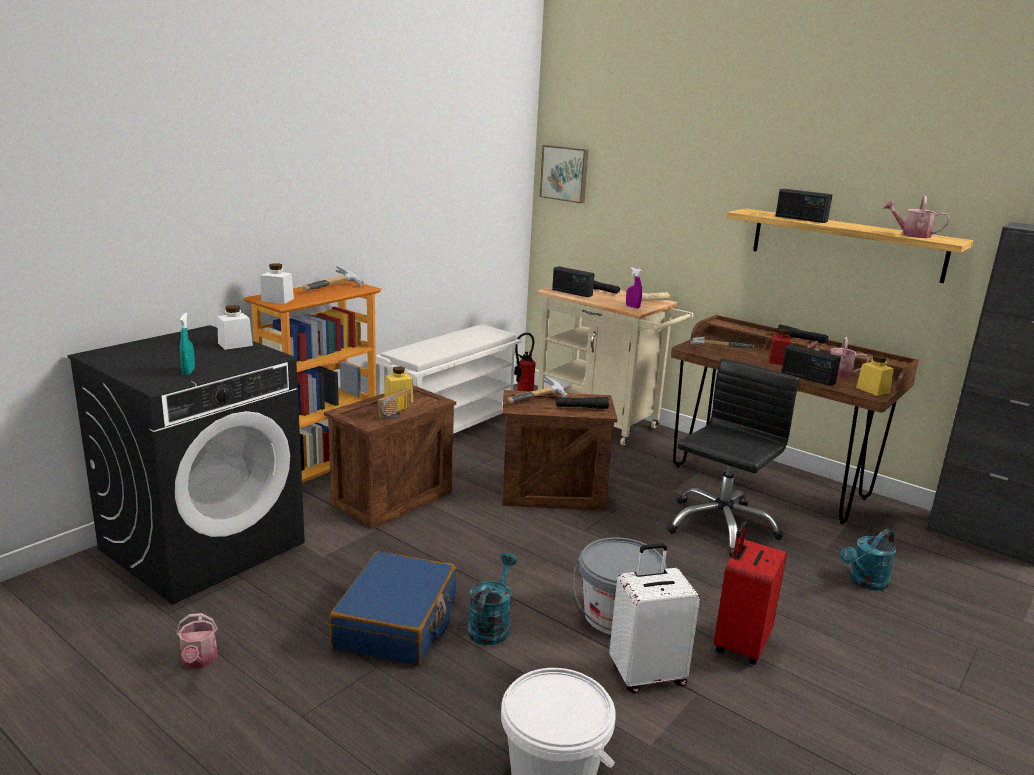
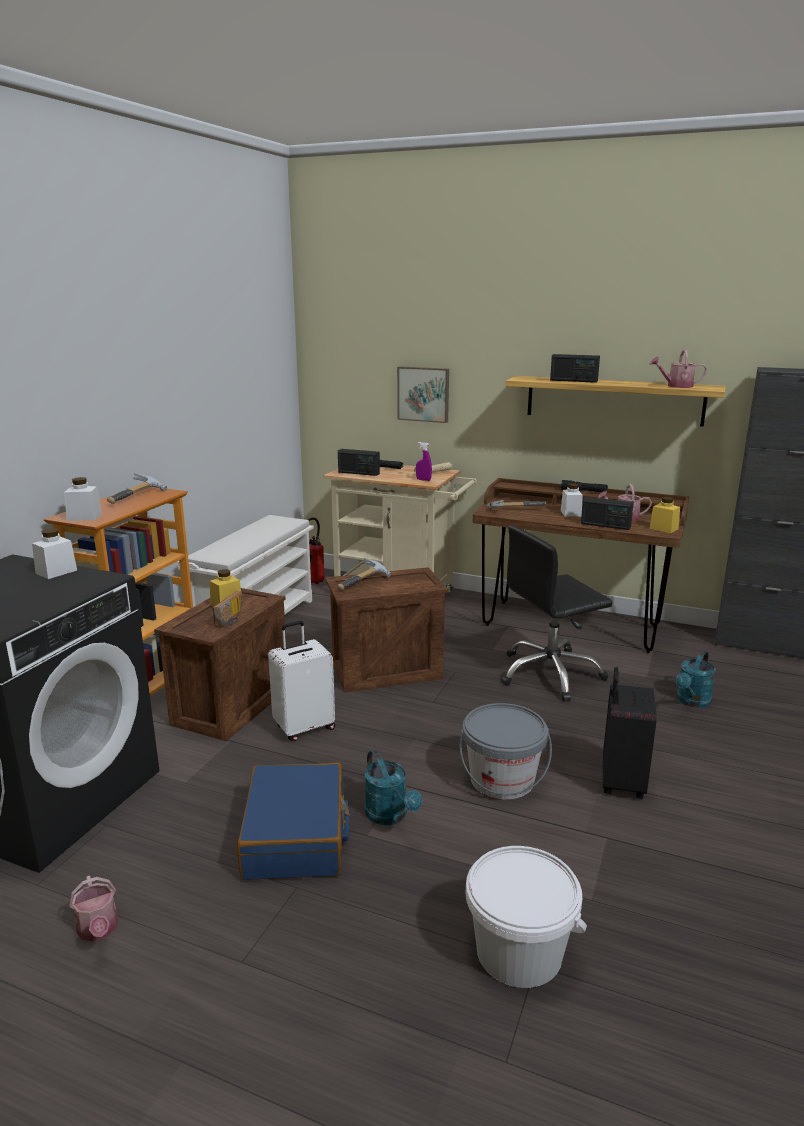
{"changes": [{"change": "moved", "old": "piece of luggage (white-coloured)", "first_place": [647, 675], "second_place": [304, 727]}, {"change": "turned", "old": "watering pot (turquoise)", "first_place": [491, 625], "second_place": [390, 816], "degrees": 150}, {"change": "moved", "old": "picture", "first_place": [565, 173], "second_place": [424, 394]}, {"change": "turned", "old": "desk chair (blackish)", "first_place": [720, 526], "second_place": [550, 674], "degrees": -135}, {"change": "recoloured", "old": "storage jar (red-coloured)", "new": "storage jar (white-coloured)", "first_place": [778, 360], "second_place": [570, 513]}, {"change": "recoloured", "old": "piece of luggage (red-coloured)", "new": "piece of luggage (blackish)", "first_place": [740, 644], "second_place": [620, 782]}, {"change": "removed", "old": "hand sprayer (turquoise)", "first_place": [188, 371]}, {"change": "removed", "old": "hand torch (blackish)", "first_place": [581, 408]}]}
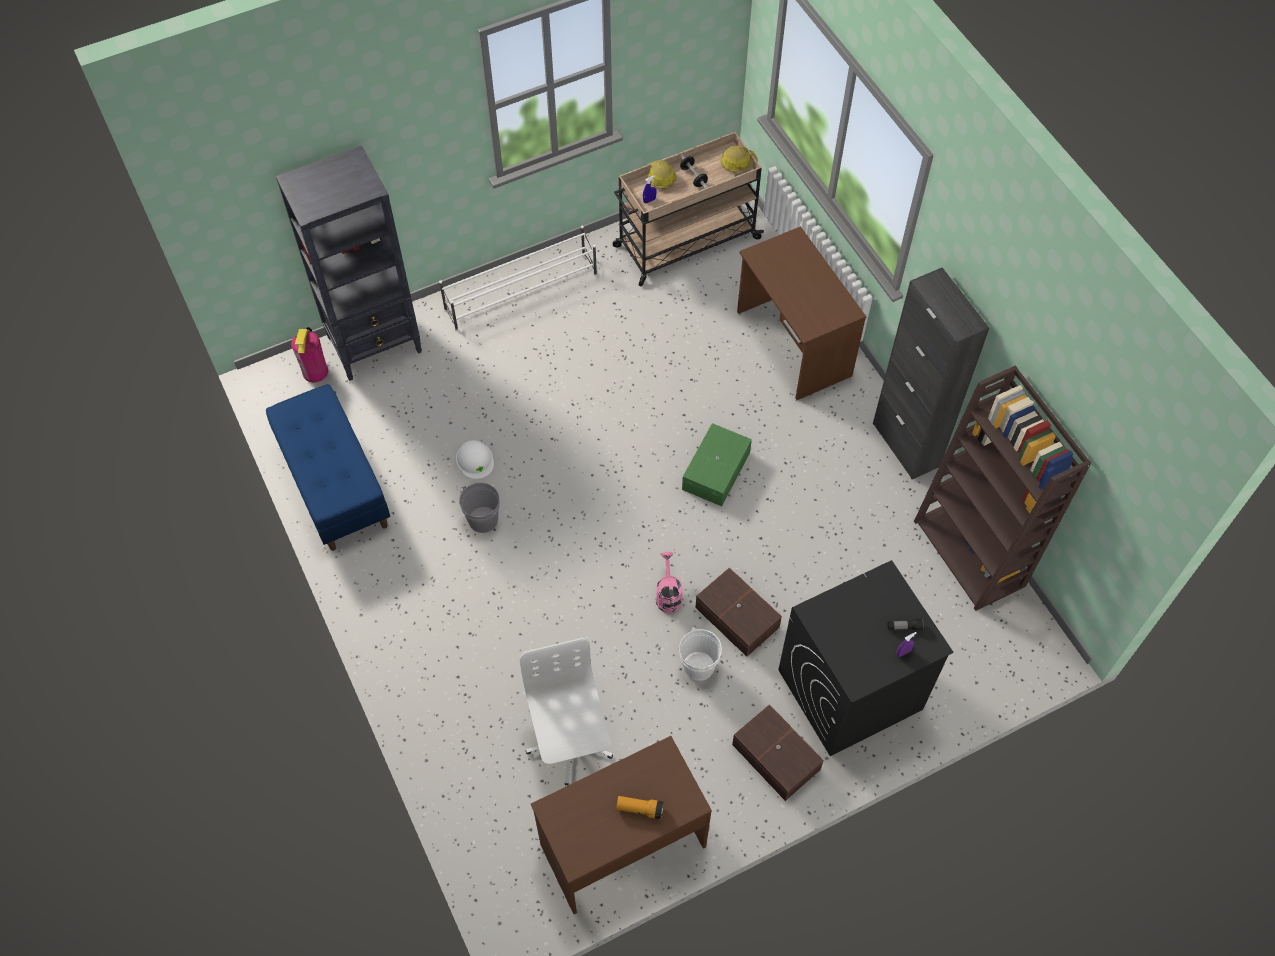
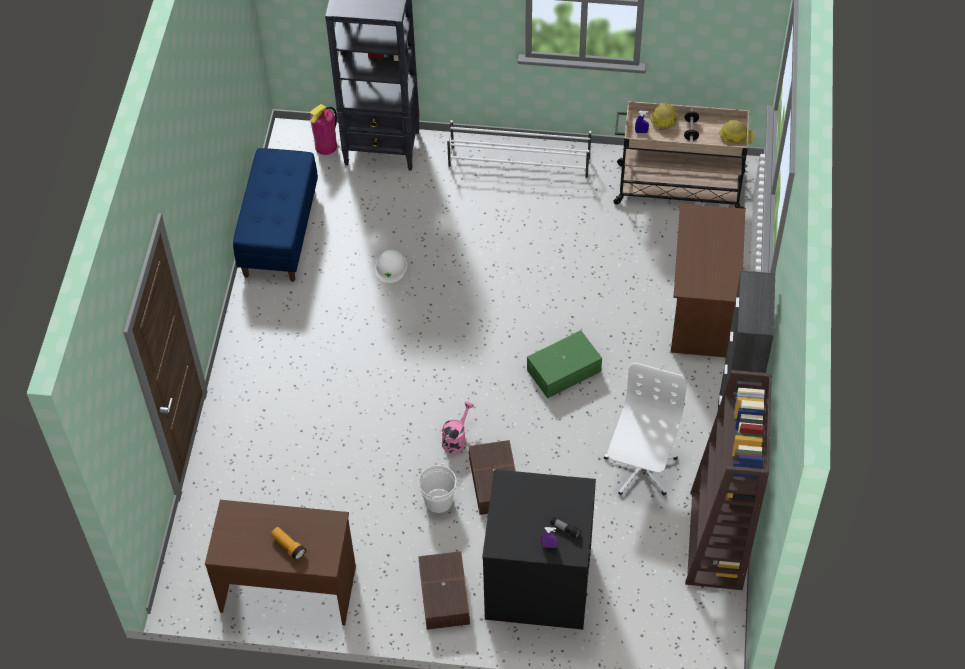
{"changes": [{"change": "moved", "old": "desk chair (white-coloured)", "first_place": [569, 742], "second_place": [640, 468]}, {"change": "removed", "old": "bucket (grey)", "first_place": [483, 519]}]}
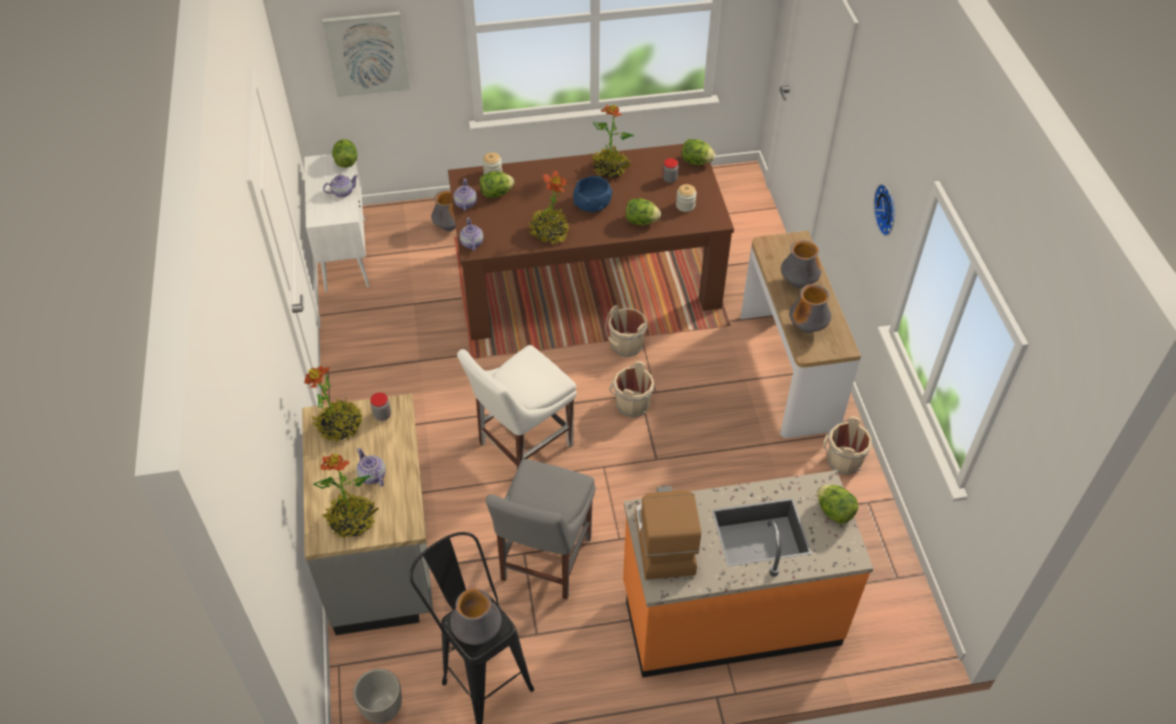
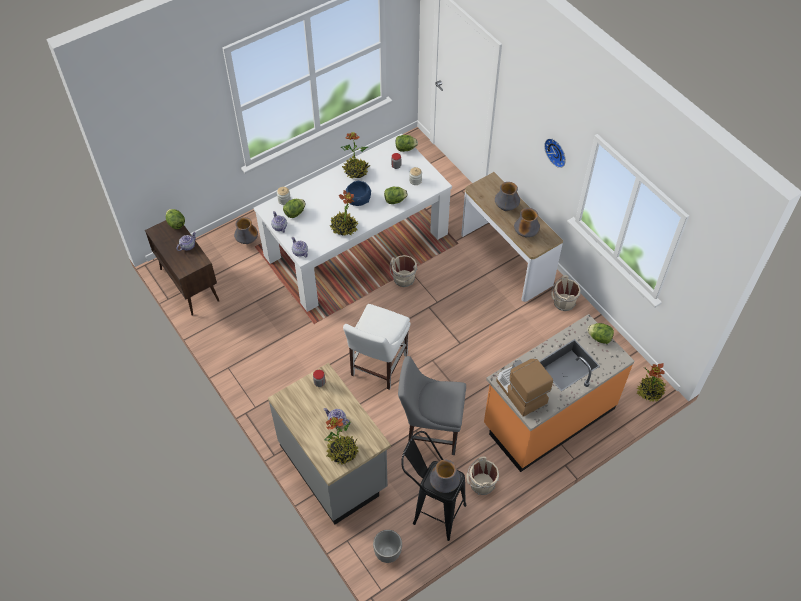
{"changes": [{"change": "recoloured", "old": "storage cabinet (white-coloured)", "new": "storage cabinet (brownish)", "first_place": [345, 254], "second_place": [189, 284]}, {"change": "recoloured", "old": "dinner table (brownish)", "new": "dinner table (white-coloured)", "first_place": [587, 280], "second_place": [356, 245]}, {"change": "turned", "old": "plain chair (grey)", "first_place": [543, 563], "second_place": [430, 431], "degrees": 105}, {"change": "moved", "old": "bucket (beige)", "first_place": [630, 404], "second_place": [481, 484]}, {"change": "moved", "old": "houseplant", "first_place": [340, 426], "second_place": [650, 391]}, {"change": "removed", "old": "picture", "first_place": [367, 53]}]}
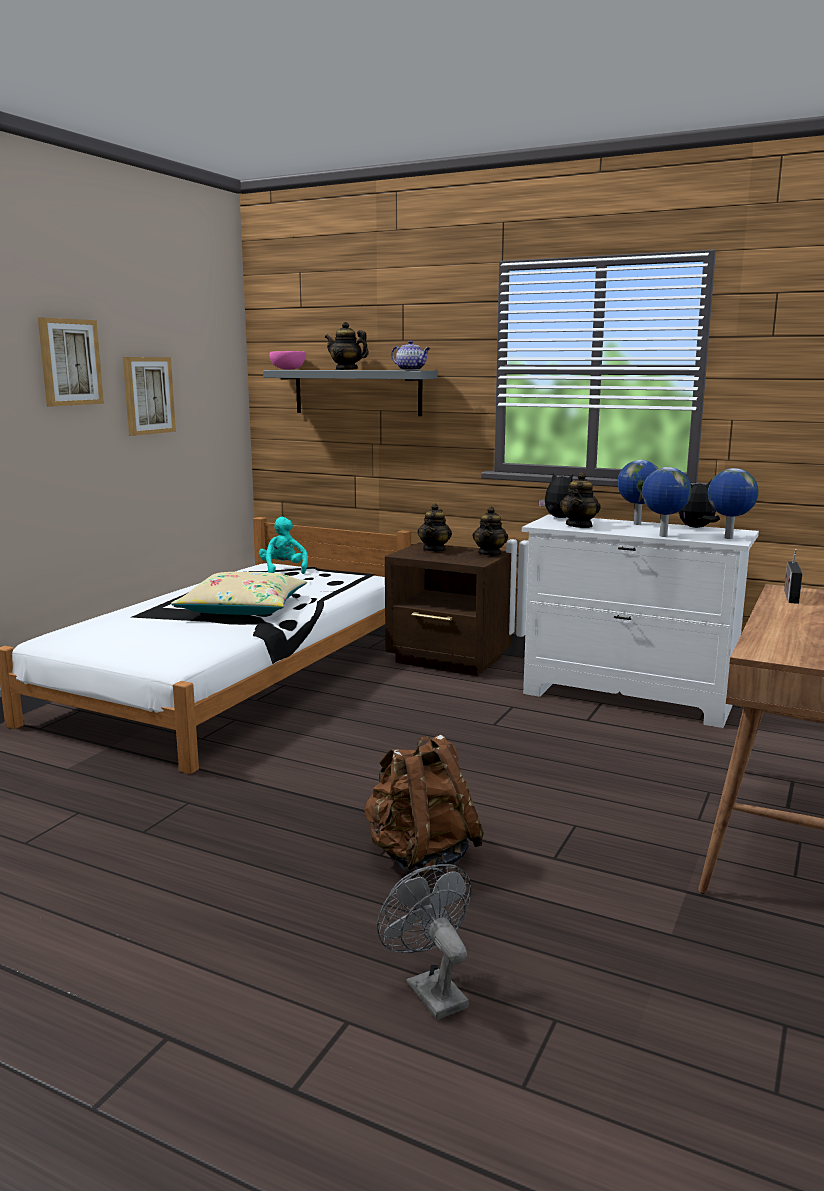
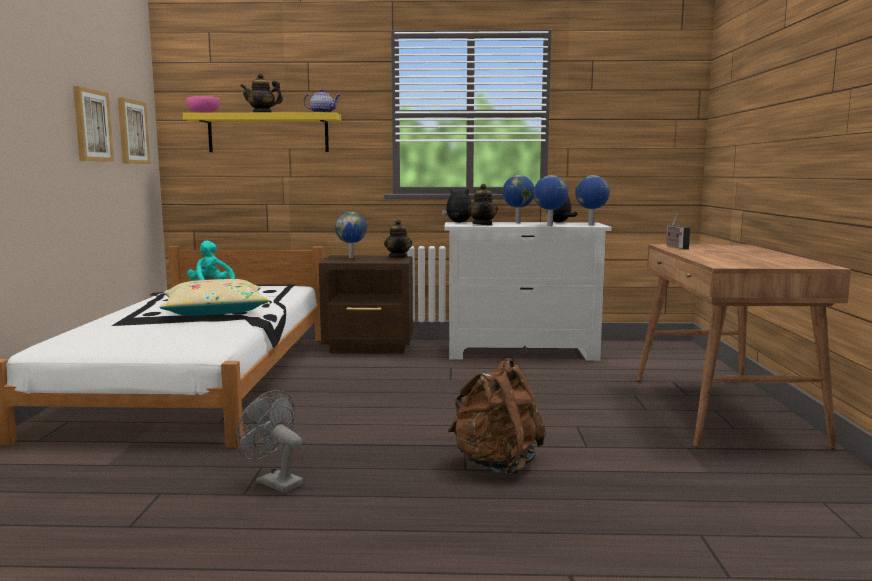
{"changes": [{"change": "moved", "old": "picture", "first_place": [69, 362], "second_place": [132, 132]}, {"change": "recoloured", "old": "bracket shelf (grey)", "new": "bracket shelf (yellow-coloured)", "first_place": [357, 392], "second_place": [268, 133]}, {"change": "moved", "old": "cooling fan (grey)", "first_place": [430, 989], "second_place": [273, 482]}, {"change": "replaced", "old": "pot for tea", "new": "world globe", "first_place": [435, 550], "second_place": [352, 257]}]}
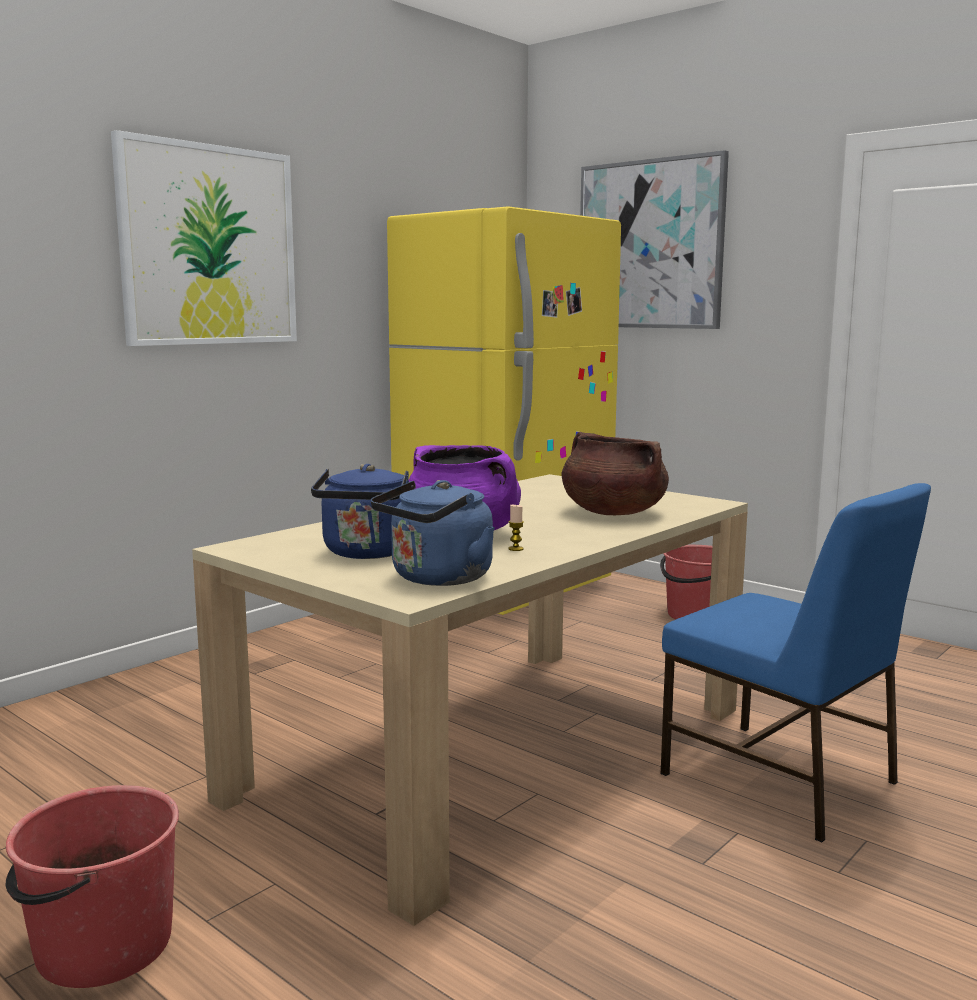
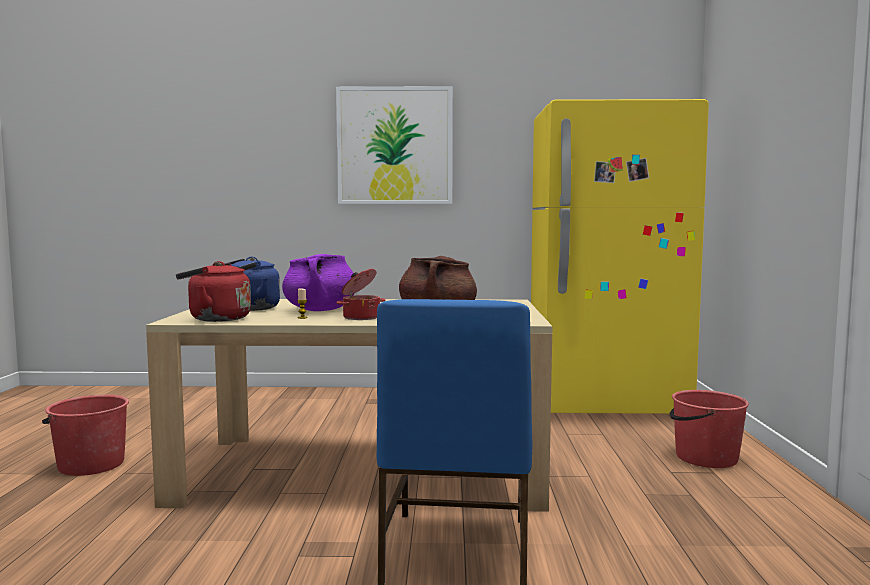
{"changes": [{"change": "recoloured", "old": "water kettle (bluish)", "new": "water kettle (red-coloured)", "first_place": [437, 579], "second_place": [215, 319]}, {"change": "added", "new": "cooking pot", "second_place": [361, 317]}, {"change": "removed", "old": "picture", "first_place": [650, 245]}]}
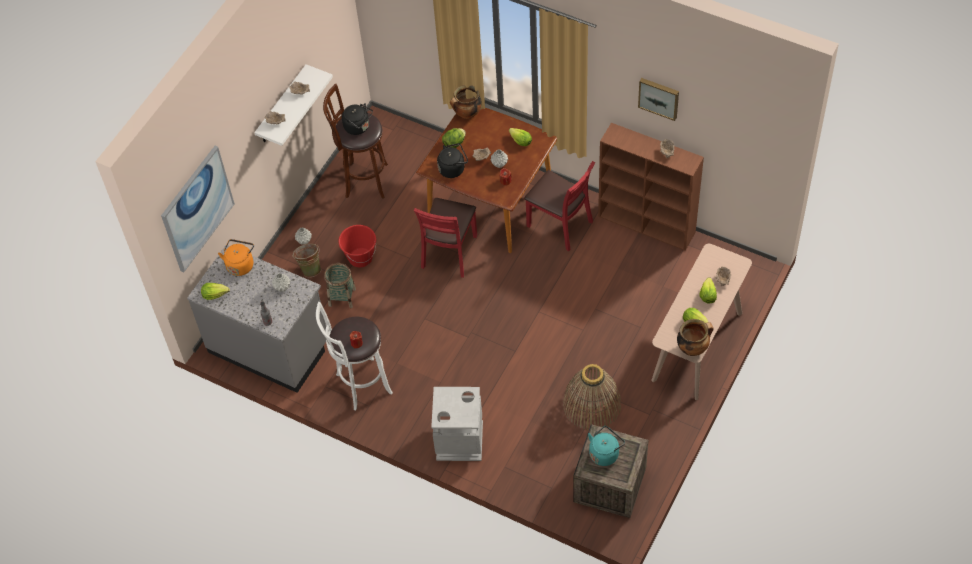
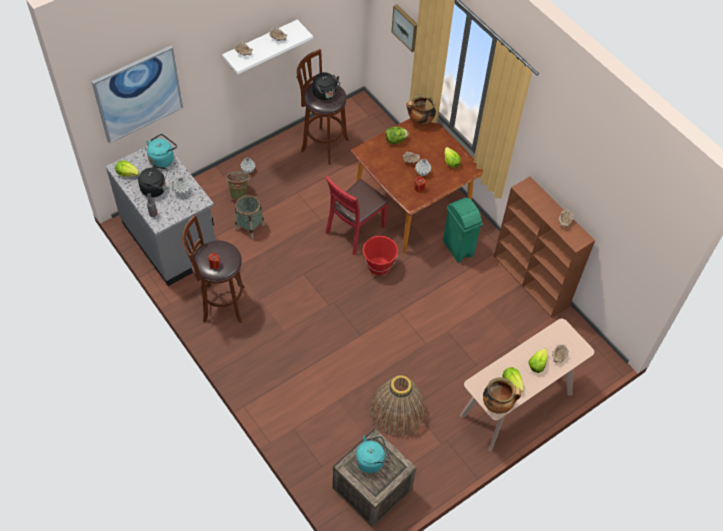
{"changes": [{"change": "moved", "old": "water kettle (blackish)", "first_place": [453, 168], "second_place": [155, 189]}, {"change": "recoloured", "old": "water kettle (orange)", "new": "water kettle (turquoise)", "first_place": [240, 264], "second_place": [162, 159]}, {"change": "recoloured", "old": "sitting stool (white-coloured)", "new": "sitting stool (brownish)", "first_place": [361, 385], "second_place": [220, 304]}, {"change": "moved", "old": "bucket (red-coloured)", "first_place": [360, 258], "second_place": [378, 266]}, {"change": "moved", "old": "picture", "first_place": [659, 97], "second_place": [406, 27]}, {"change": "replaced", "old": "plain chair (red-coloured)", "new": "rubbish bin (green-coloured)", "first_place": [560, 225], "second_place": [458, 249]}, {"change": "removed", "old": "rubbish bin (grey)", "first_place": [459, 441]}]}
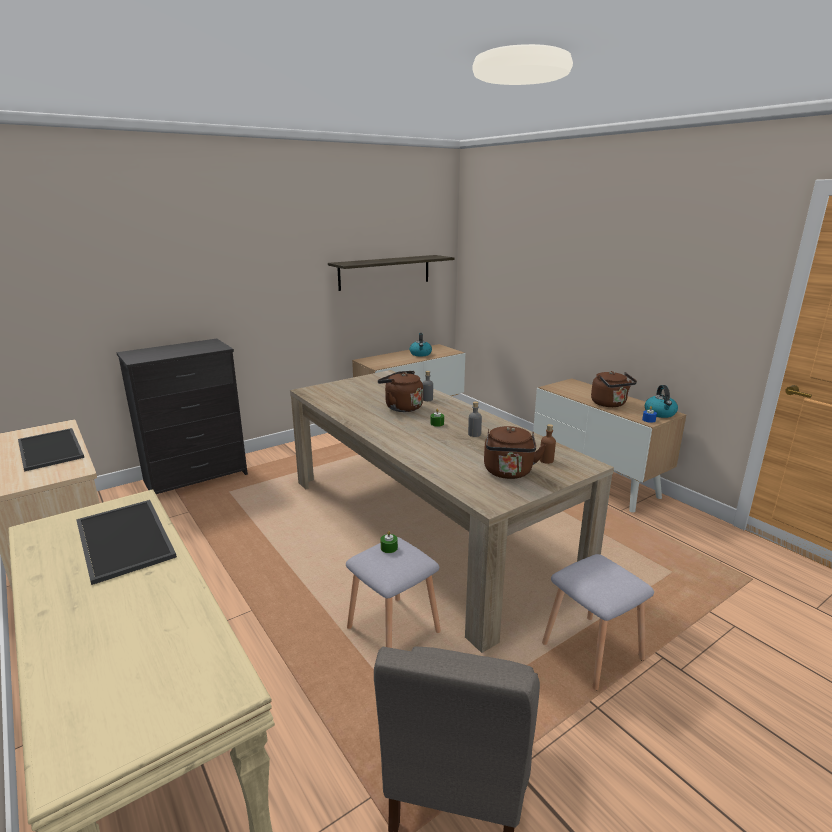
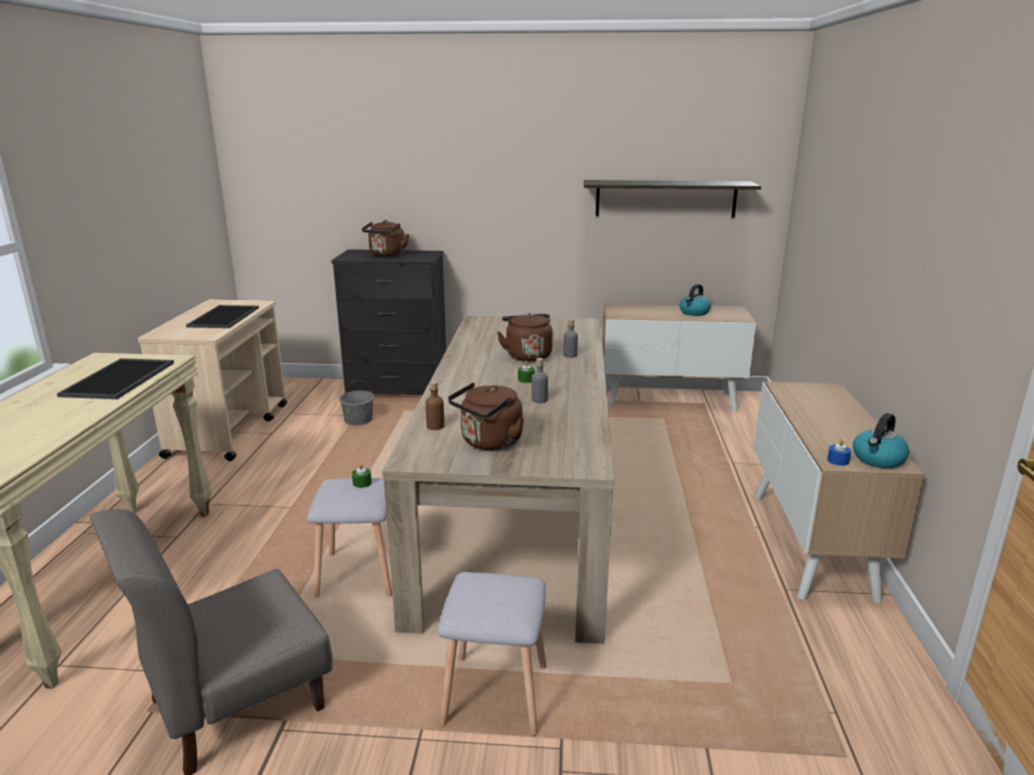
{"changes": [{"change": "added", "new": "bucket (grey)", "second_place": [358, 420]}, {"change": "moved", "old": "water kettle (brownish)", "first_place": [610, 404], "second_place": [386, 255]}, {"change": "moved", "old": "beverage bottle (brownish)", "first_place": [546, 460], "second_place": [435, 426]}]}
